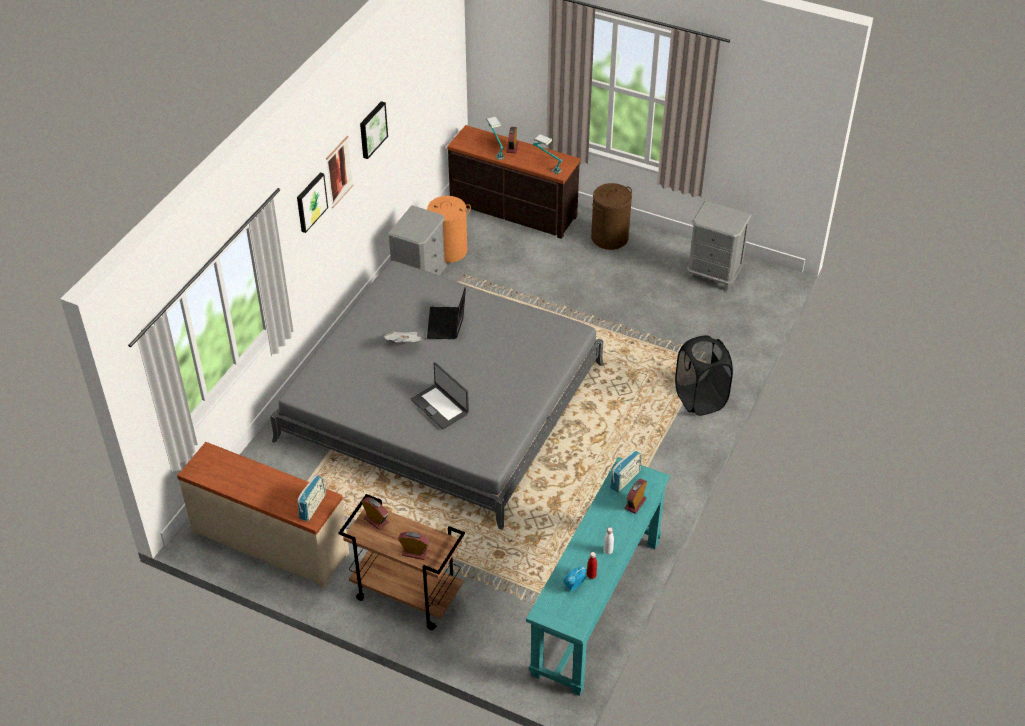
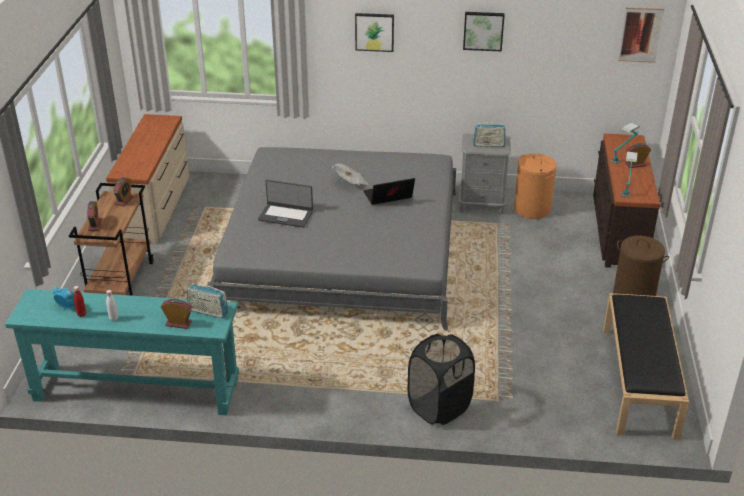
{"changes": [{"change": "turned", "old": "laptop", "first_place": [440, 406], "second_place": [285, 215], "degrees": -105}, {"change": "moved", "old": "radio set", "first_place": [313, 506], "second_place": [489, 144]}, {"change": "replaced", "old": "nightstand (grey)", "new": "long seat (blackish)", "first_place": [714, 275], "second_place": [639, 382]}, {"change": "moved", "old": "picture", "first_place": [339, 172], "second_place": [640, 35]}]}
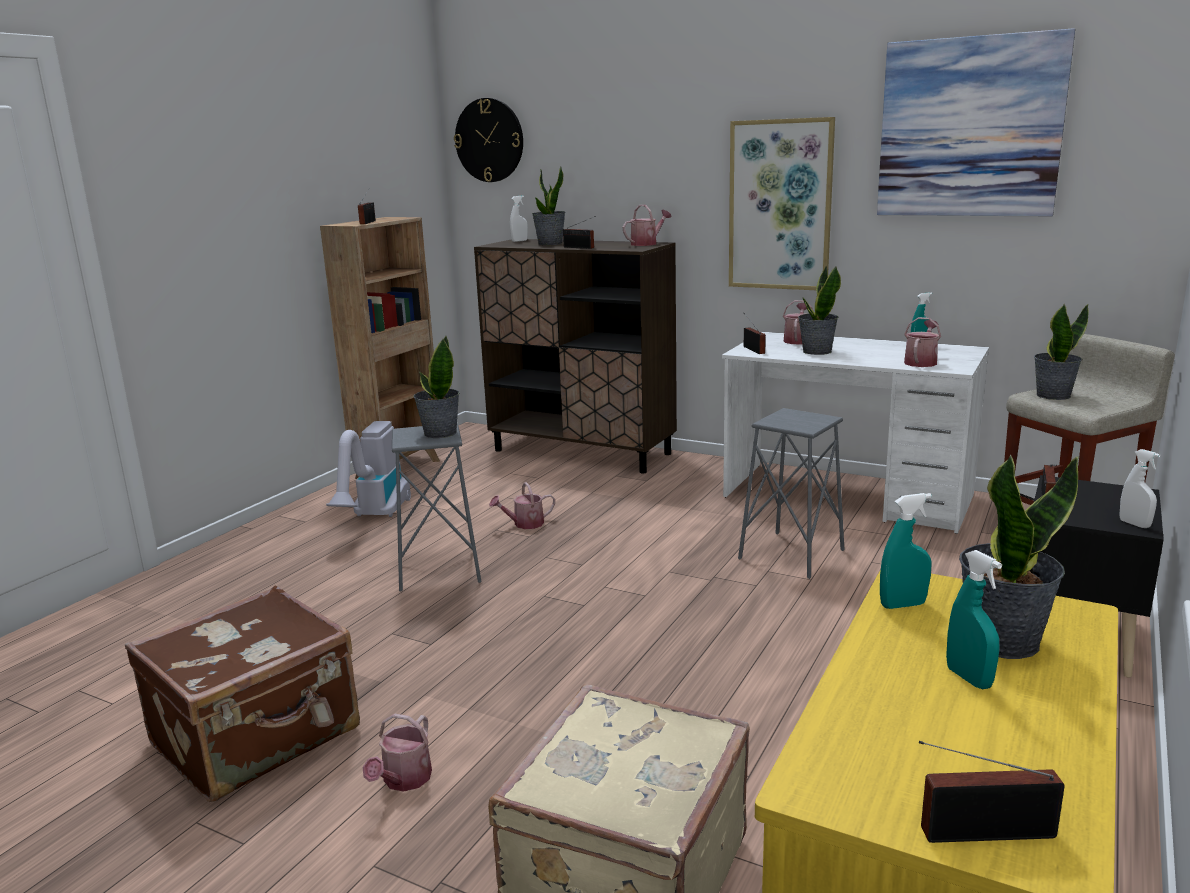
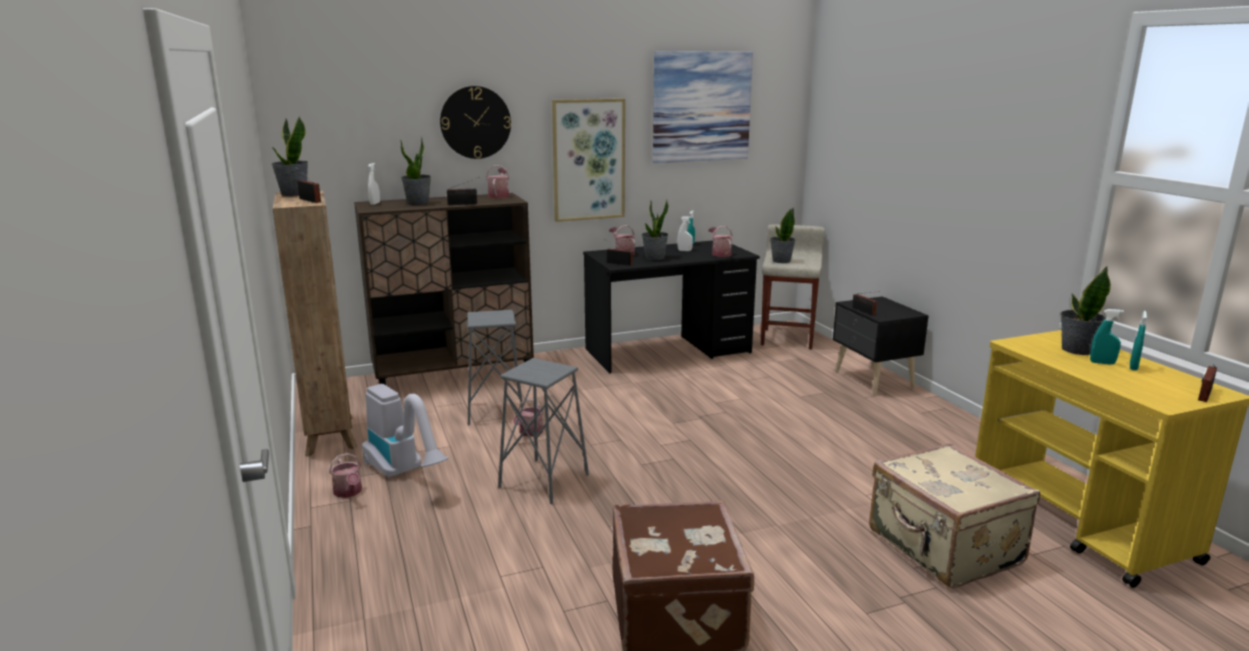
{"changes": [{"change": "moved", "old": "houseplant", "first_place": [439, 433], "second_place": [294, 194]}, {"change": "moved", "old": "watering pot", "first_place": [404, 780], "second_place": [349, 492]}, {"change": "moved", "old": "clock on the wall", "first_place": [489, 140], "second_place": [475, 122]}, {"change": "moved", "old": "sitting stool (grey)", "first_place": [791, 554], "second_place": [495, 411]}, {"change": "recoloured", "old": "desk (white-coloured)", "new": "desk (blackish)", "first_place": [847, 496], "second_place": [668, 351]}, {"change": "moved", "old": "hand sprayer (white-coloured)", "first_place": [1134, 524], "second_place": [684, 250]}, {"change": "moved", "old": "hand sprayer (turquoise)", "first_place": [903, 605], "second_place": [1133, 367]}]}
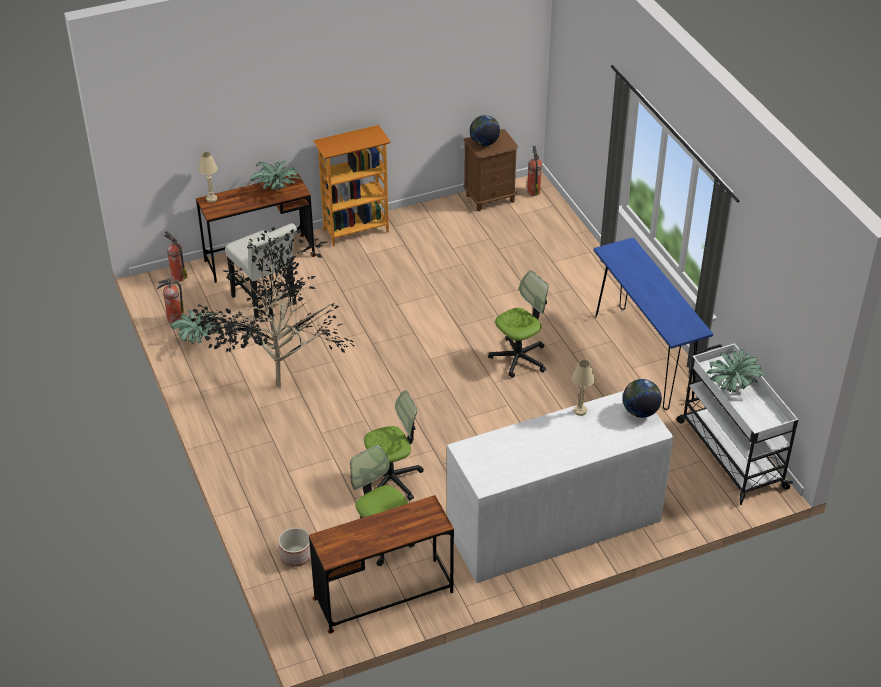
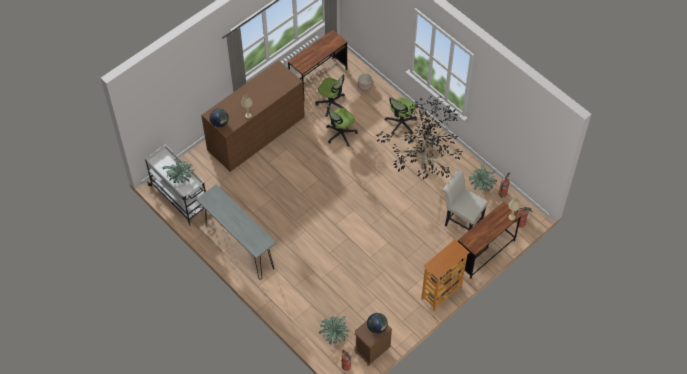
{"changes": [{"change": "recoloured", "old": "narrow table (bluish)", "new": "narrow table (grey)", "first_place": [643, 357], "second_place": [239, 246]}, {"change": "recoloured", "old": "chest of drawers (white-coloured)", "new": "chest of drawers (brownish)", "first_place": [553, 525], "second_place": [256, 133]}, {"change": "moved", "old": "houseplant", "first_place": [277, 189], "second_place": [334, 334]}, {"change": "moved", "old": "desk chair", "first_place": [519, 358], "second_place": [401, 123]}]}
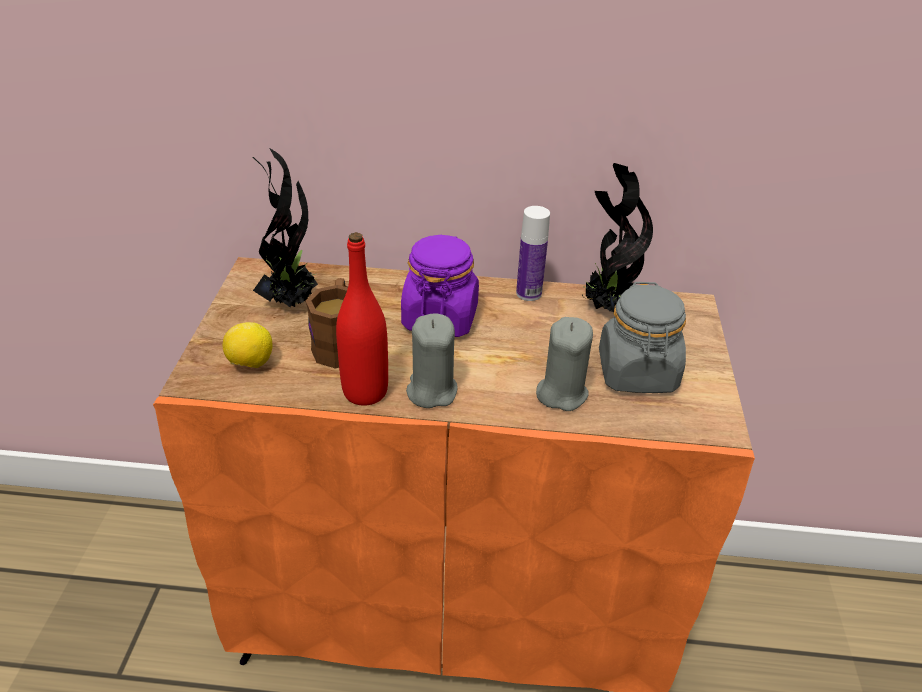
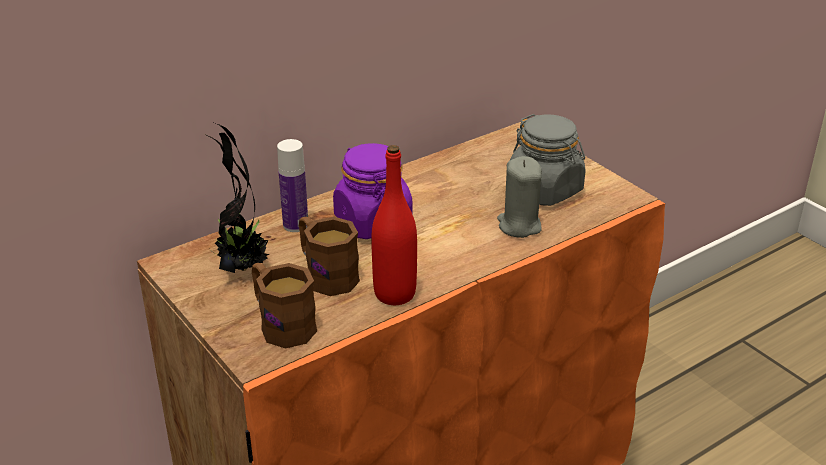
{"changes": [{"change": "replaced", "old": "whole lemon", "new": "coffee mug (brownish)", "first_place": [250, 364], "second_place": [281, 324]}, {"change": "moved", "old": "beverage bottle", "first_place": [528, 293], "second_place": [295, 225]}, {"change": "removed", "old": "candle (grey)", "first_place": [431, 391]}, {"change": "removed", "old": "houseplant", "first_place": [605, 308]}]}
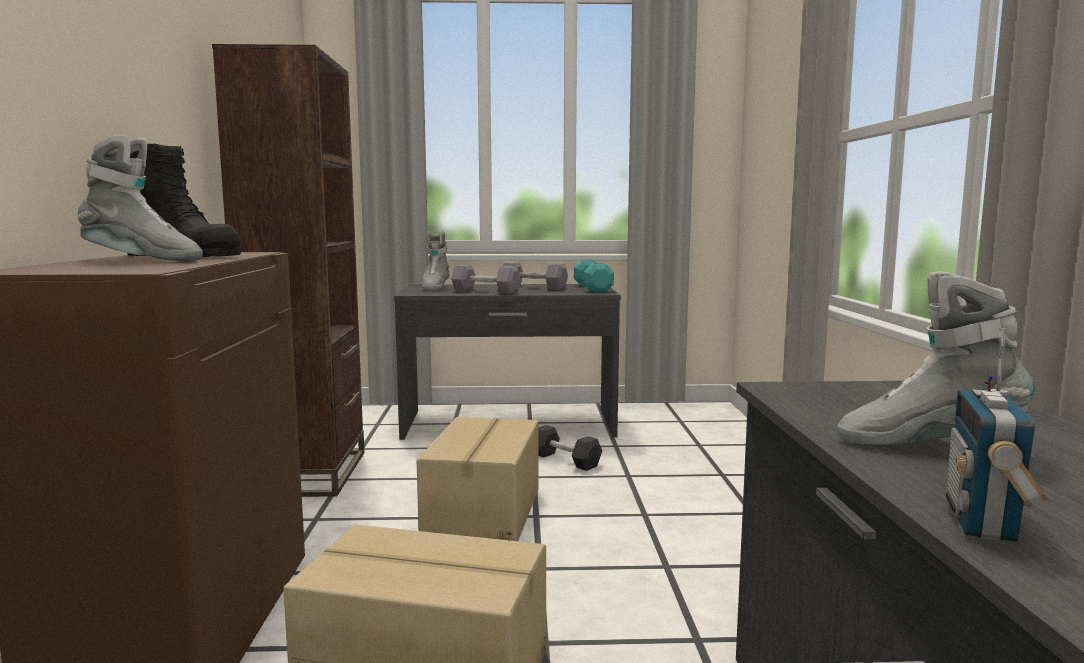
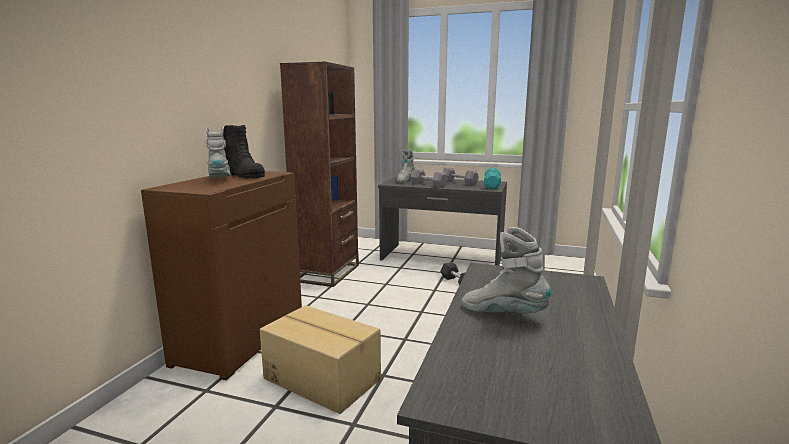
{"changes": [{"change": "turned", "old": "boot (grey)", "first_place": [142, 261], "second_place": [220, 180], "degrees": -135}, {"change": "removed", "old": "cardboard box", "first_place": [485, 513]}, {"change": "removed", "old": "radio set", "first_place": [983, 522]}]}
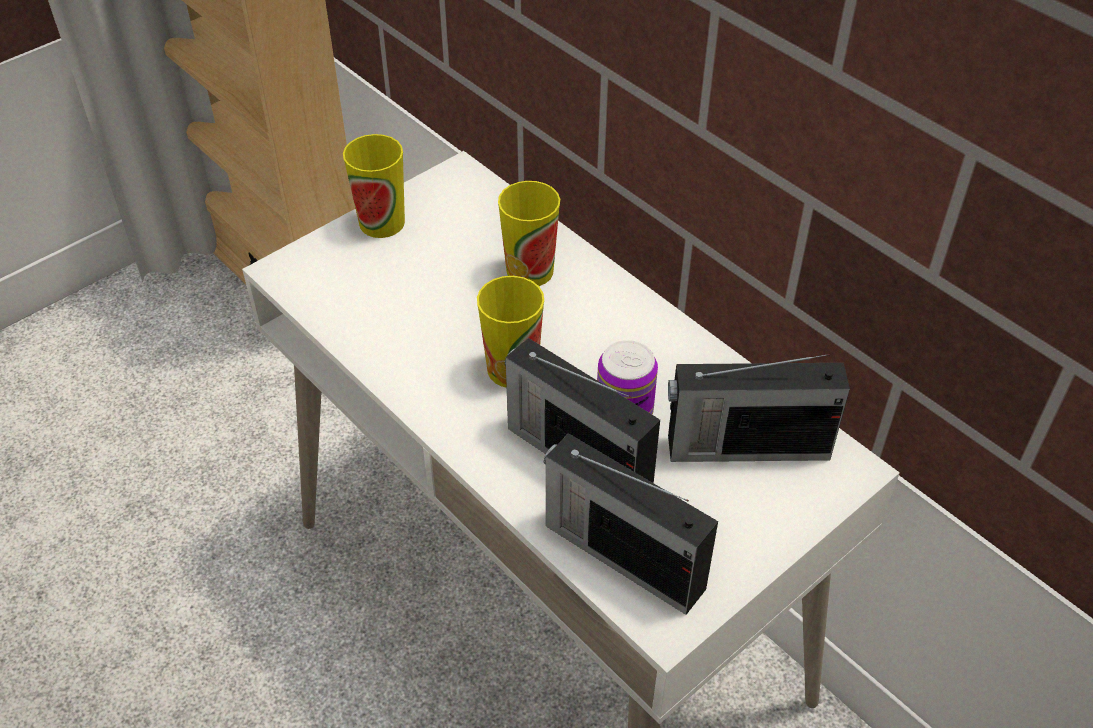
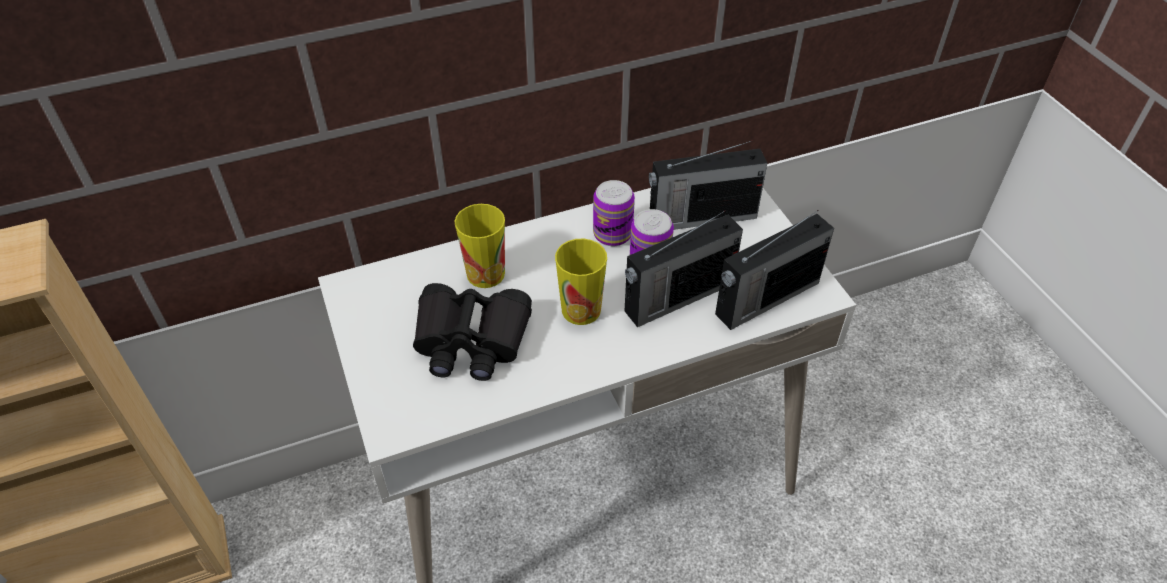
{"changes": [{"change": "added", "new": "binoculars (blackish)", "second_place": [471, 341]}, {"change": "added", "new": "can", "second_place": [612, 234]}, {"change": "turned", "old": "radio set", "first_place": [744, 447], "second_place": [700, 217], "degrees": 60}, {"change": "removed", "old": "small cup", "first_place": [382, 222]}]}
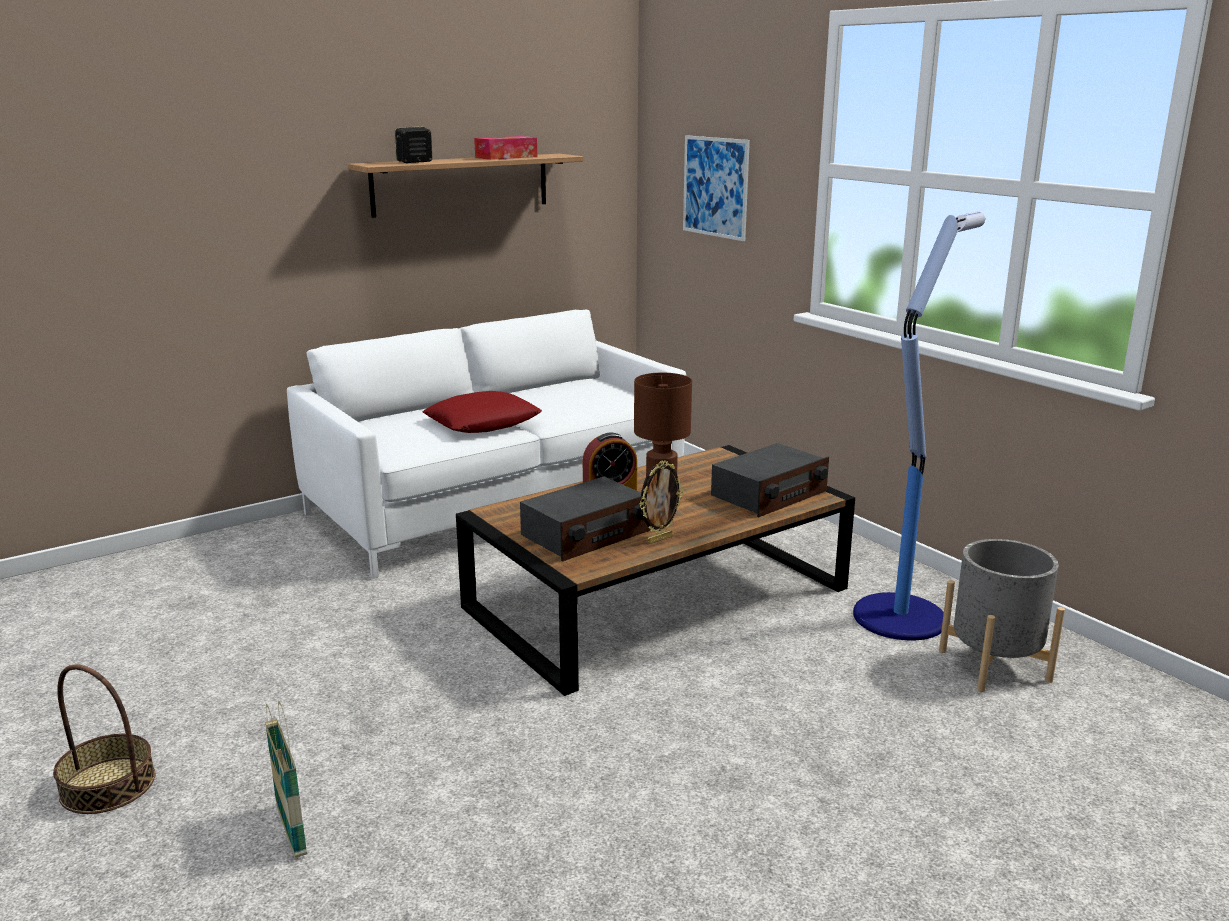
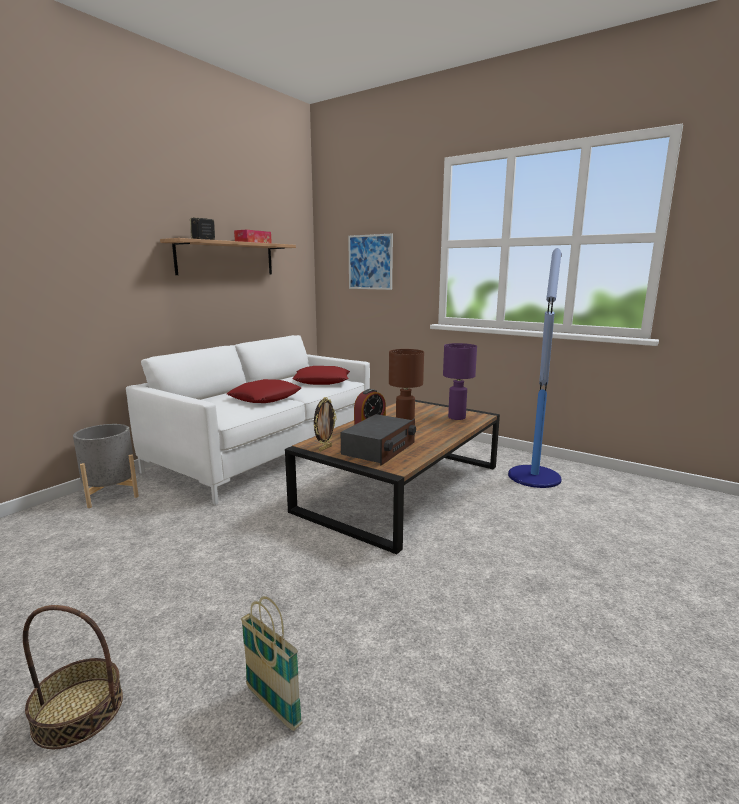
{"changes": [{"change": "moved", "old": "plant pot (grey)", "first_place": [994, 665], "second_place": [111, 494]}, {"change": "added", "new": "cushion (red-coloured)", "second_place": [322, 381]}, {"change": "moved", "old": "photo frame", "first_place": [659, 539], "second_place": [325, 448]}, {"change": "replaced", "old": "radio set", "new": "lamp for a table (purplish)", "first_place": [769, 494], "second_place": [456, 417]}]}
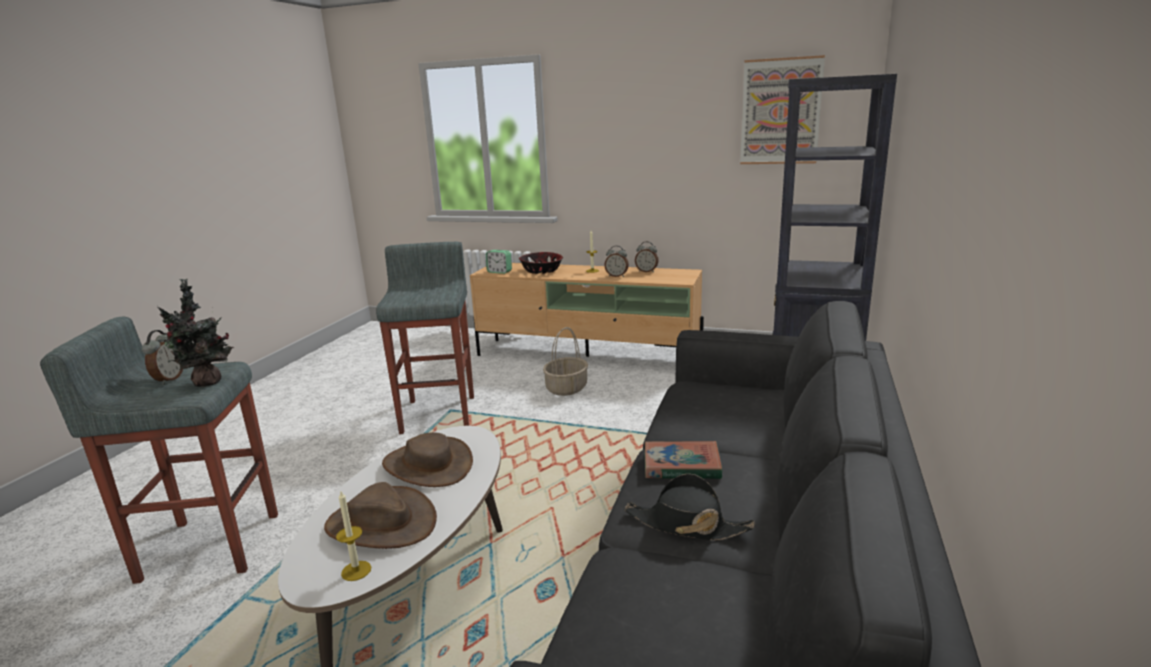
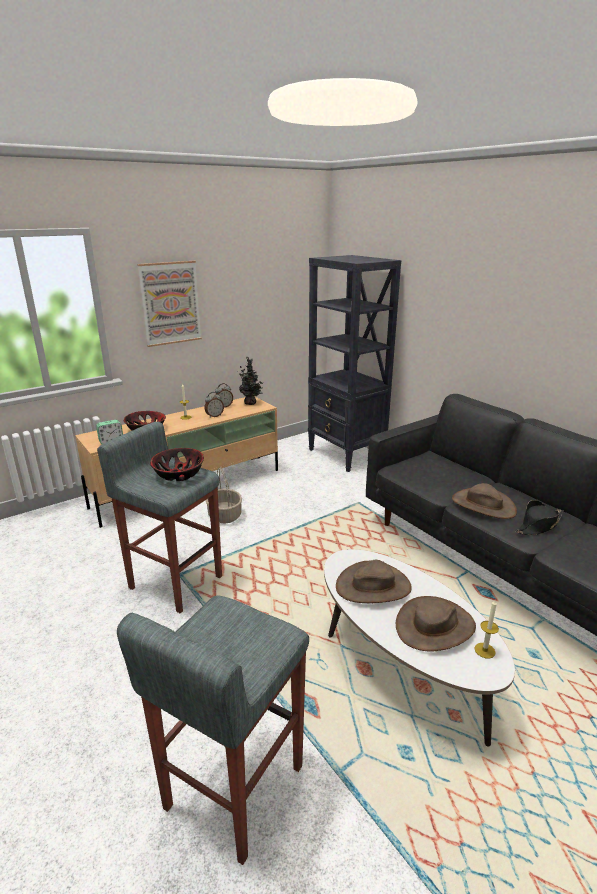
{"changes": [{"change": "moved", "old": "picture", "first_place": [780, 112], "second_place": [170, 303]}, {"change": "added", "new": "bowl", "second_place": [179, 474]}, {"change": "moved", "old": "houseplant", "first_place": [207, 383], "second_place": [251, 403]}, {"change": "replaced", "old": "book", "new": "wearable hat (brownish)", "first_place": [681, 465], "second_place": [483, 505]}, {"change": "removed", "old": "table clock", "first_place": [168, 379]}]}
